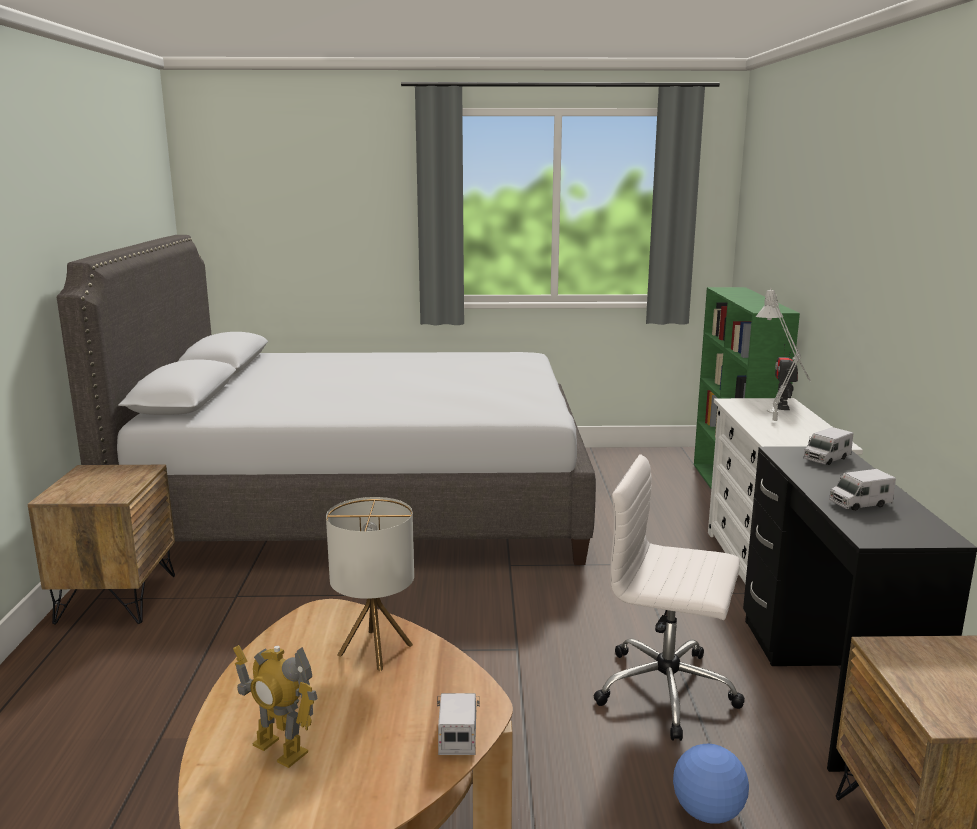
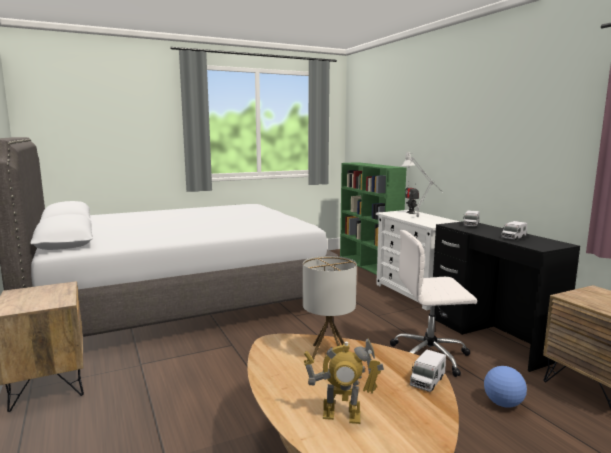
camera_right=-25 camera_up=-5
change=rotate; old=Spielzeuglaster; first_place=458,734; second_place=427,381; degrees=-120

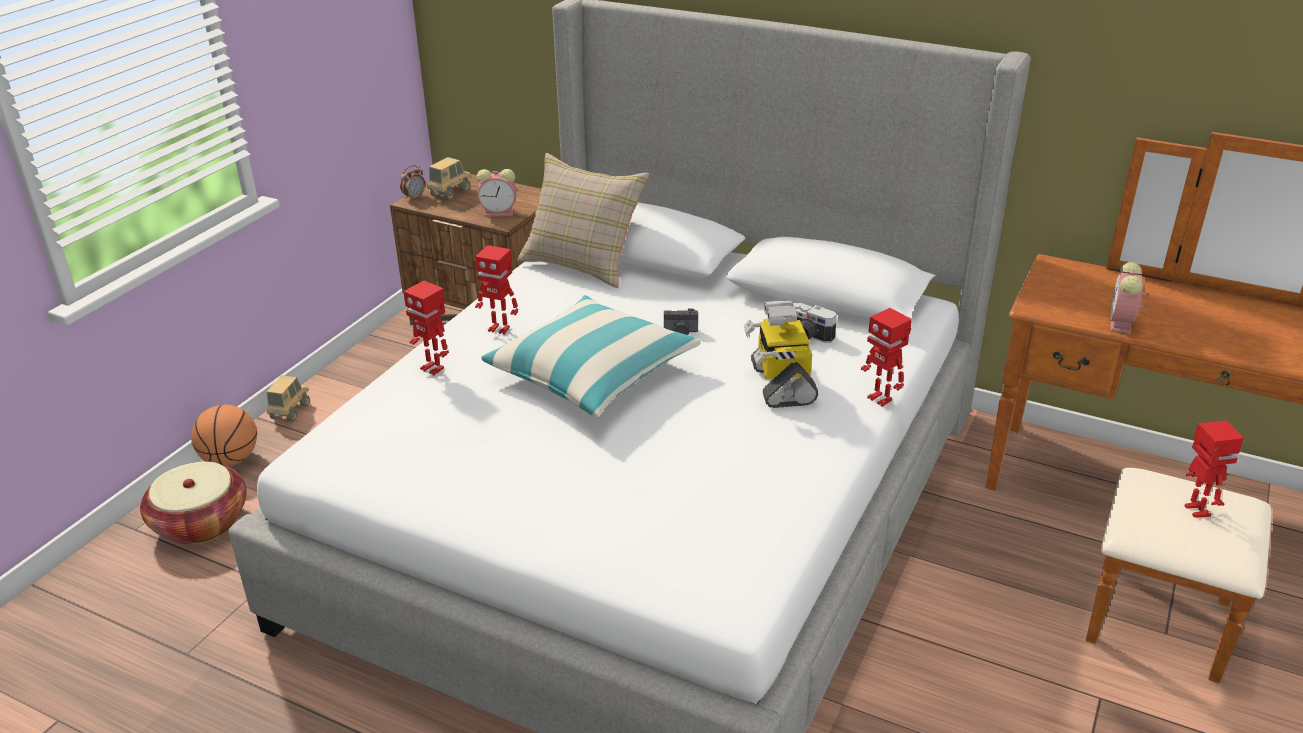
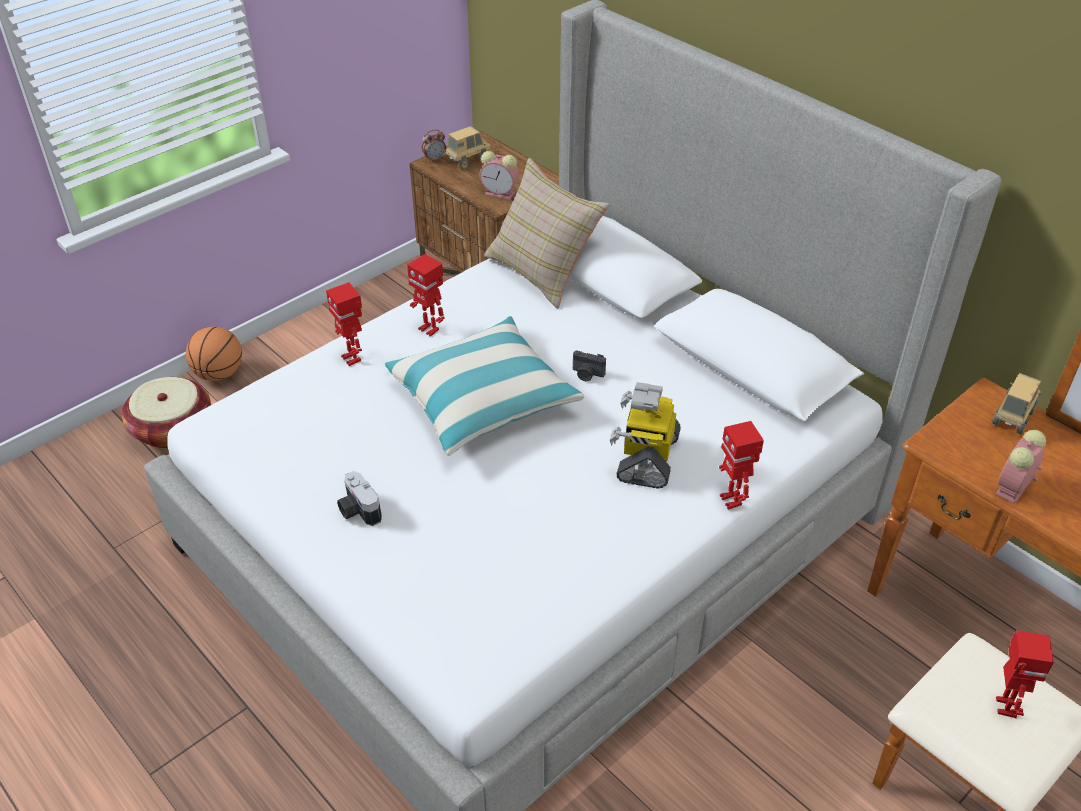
camera_right=20 camera_up=10
change=move; old=Kamera; first_place=808,336; second_place=357,510
change=move; old=Spielzeuglaster; first_place=290,412; second_place=1012,418

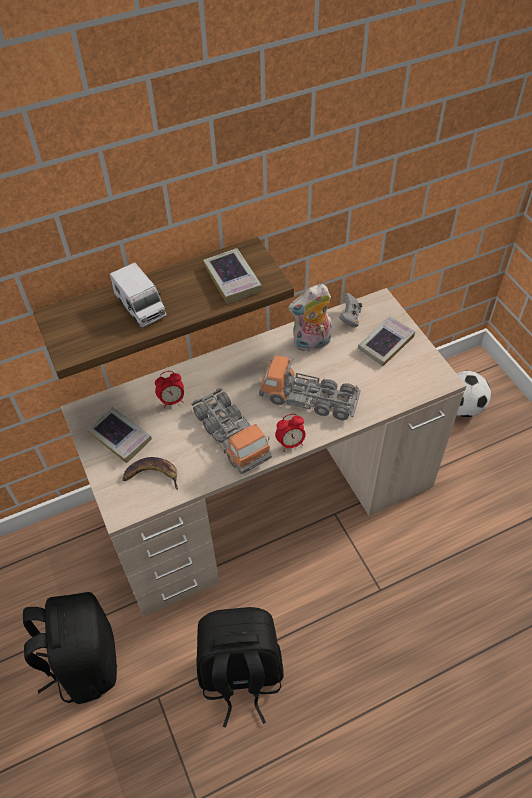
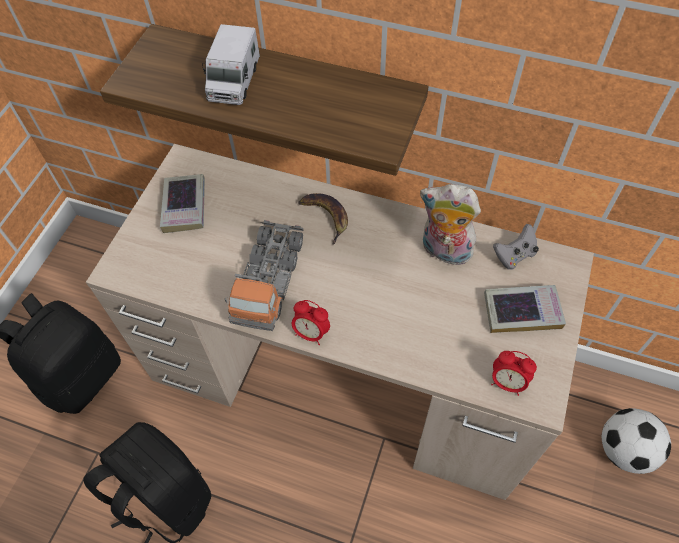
camera_right=45 camera_up=5
change=delete; old=Buch; first_place=232,279
change=delete; old=Spielzeuglaster; first_place=309,398
change=move; old=Wecker; first_place=172,401; second_place=507,382
change=move; old=Banane; first_place=152,475; second_place=326,217

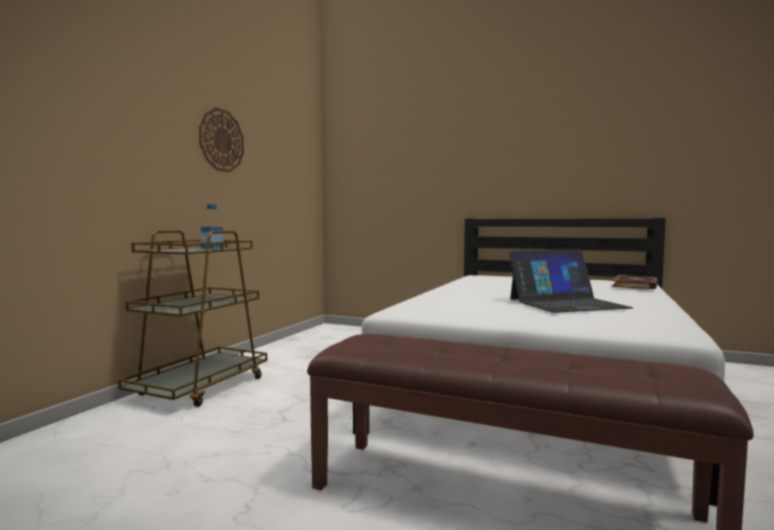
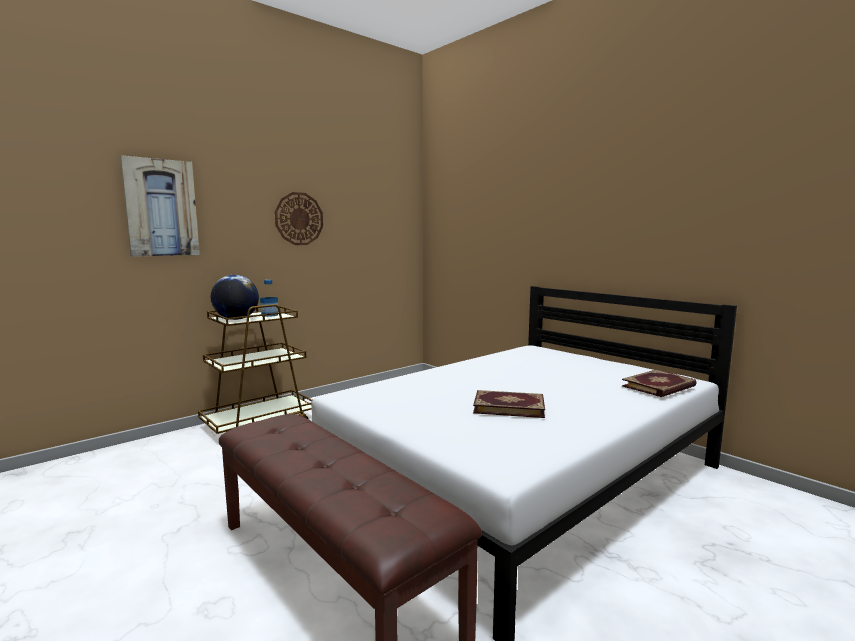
camera_right=25 camera_up=5
change=replace; old=Laptop; new=Buch; first_place=567,303; second_place=509,406
change=insert; new=Bild; second_place=161,208
change=insert; new=Globus; second_place=236,319

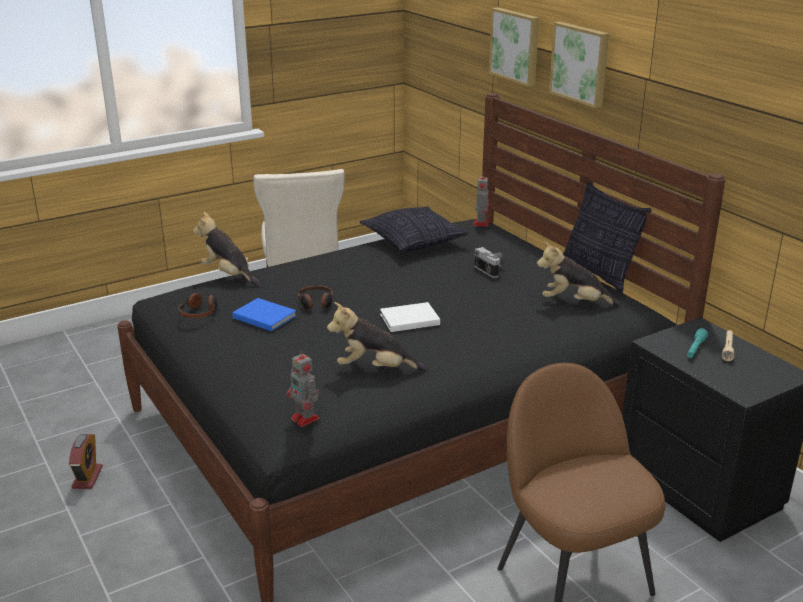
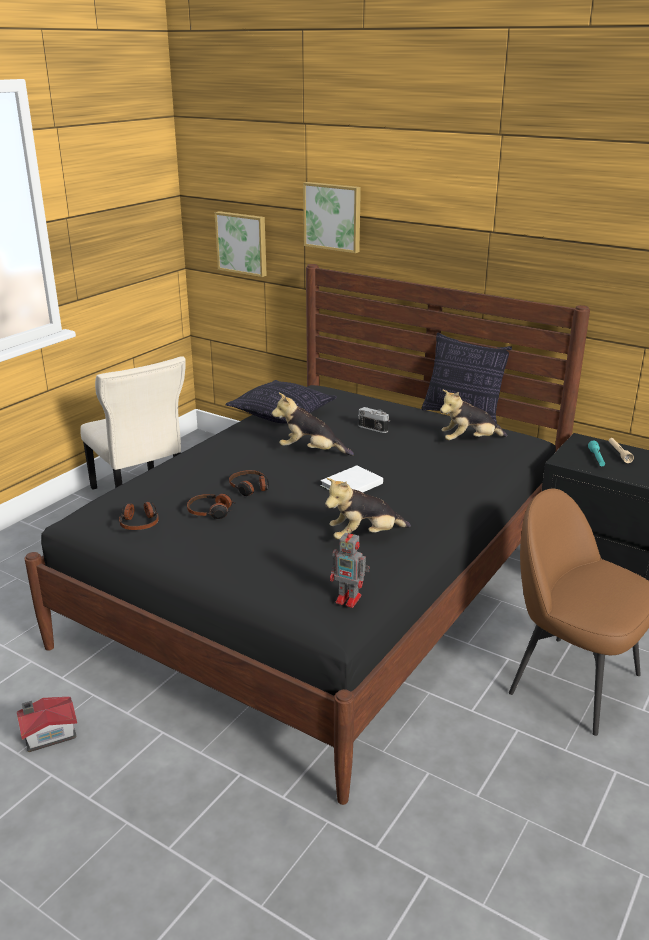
camera_right=-25 camera_up=0
change=move; old=Bild; first_place=581,63; second_place=242,243
change=delete; old=Spielzeugroboter; first_place=481,223
change=move; old=Plüschtier; first_place=229,275; second_place=311,451
change=replace; old=Buch (blau); new=Kopfhörer; first_place=264,316; second_place=211,512
change=replace; old=Wecker; new=Spielzeughaus; first_place=87,477; second_place=48,734

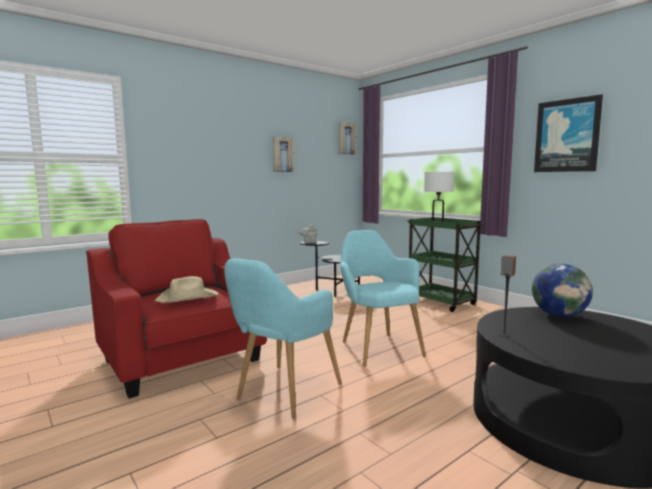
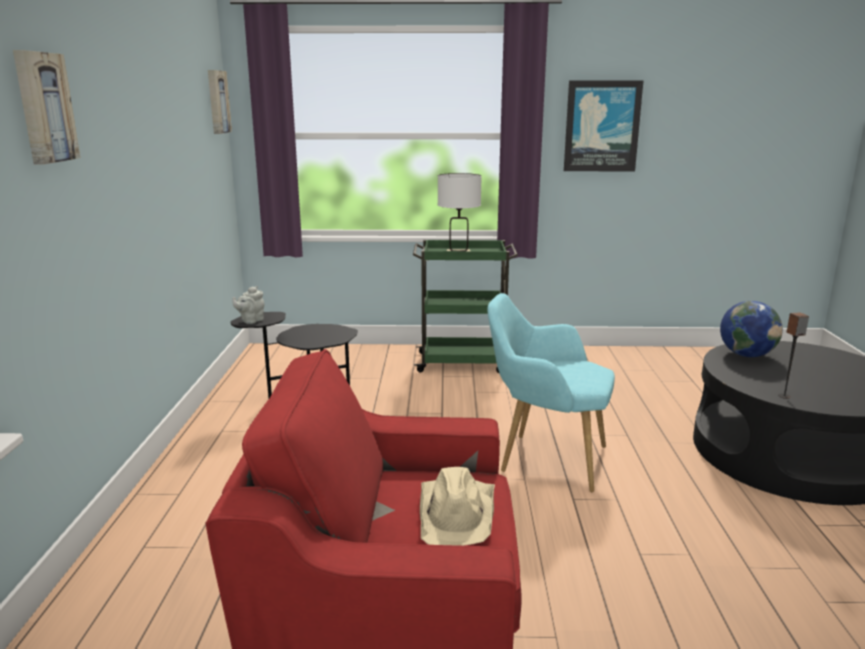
camera_right=-50 camera_up=10
change=move; old=Bild; first_place=282,154; second_place=43,108
change=delete; old=Sessel (türkis); first_place=283,394

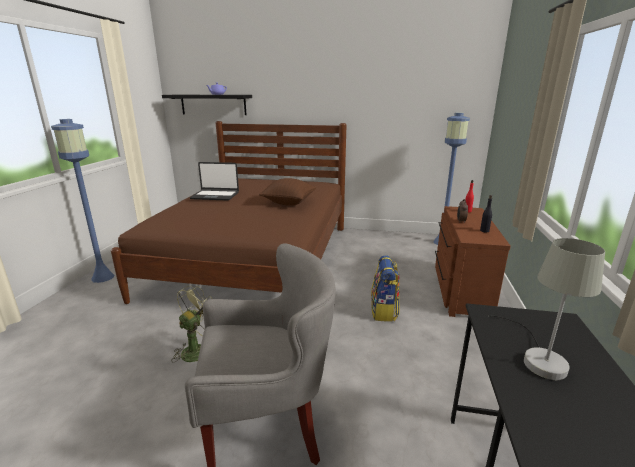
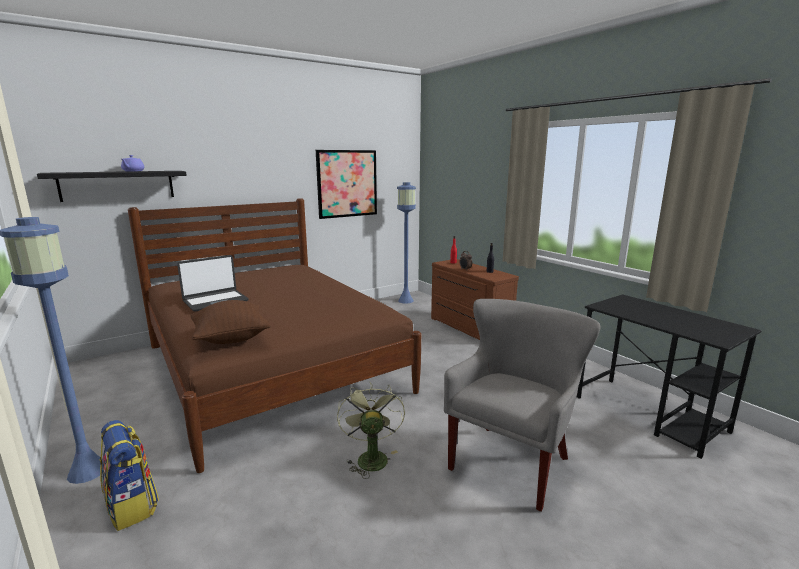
camera_right=-45 camera_up=-5
change=move; old=Kissen (braun); first_place=289,203; second_place=231,338
change=delete; old=Tischlampe (grau); first_place=538,357
change=move; old=Rucksack; first_place=384,311; second_place=133,506
change=insert; new=Bild; second_place=347,183

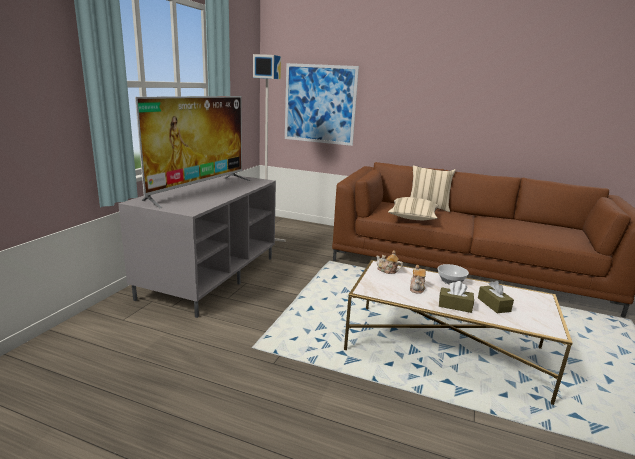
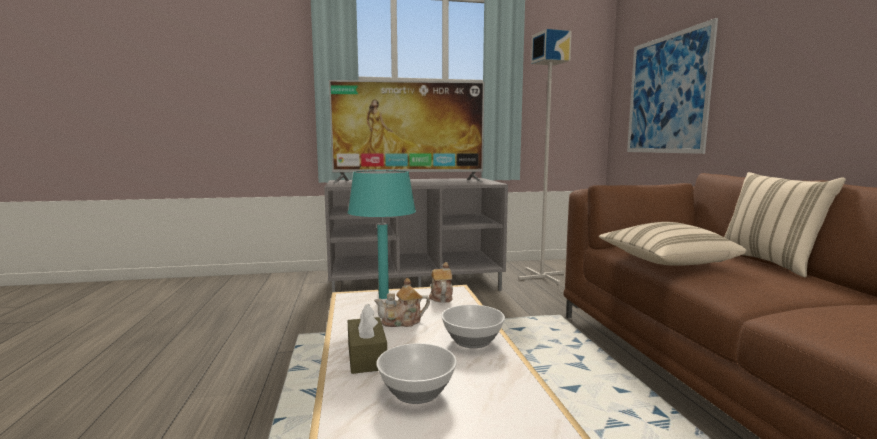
camera_right=60 camera_up=-10
change=replace; old=Taschentuchbox (braun); new=Schüssel; first_place=493,304; second_place=416,392
change=insert; new=Tischlampe (türkis); second_place=383,297

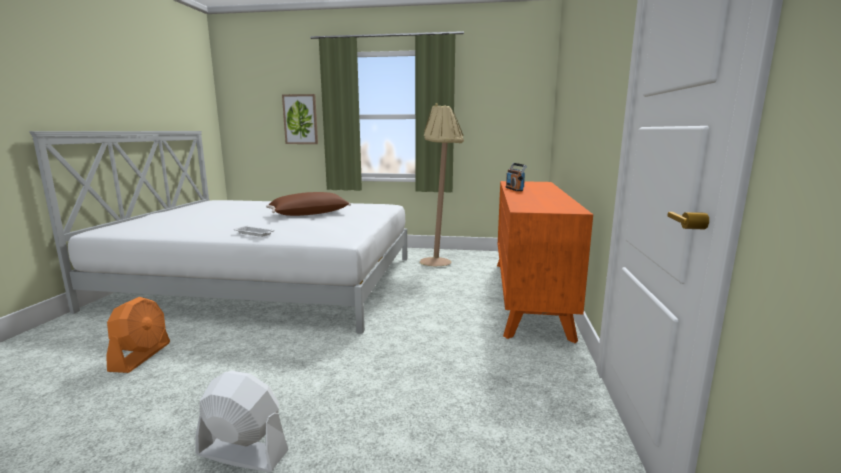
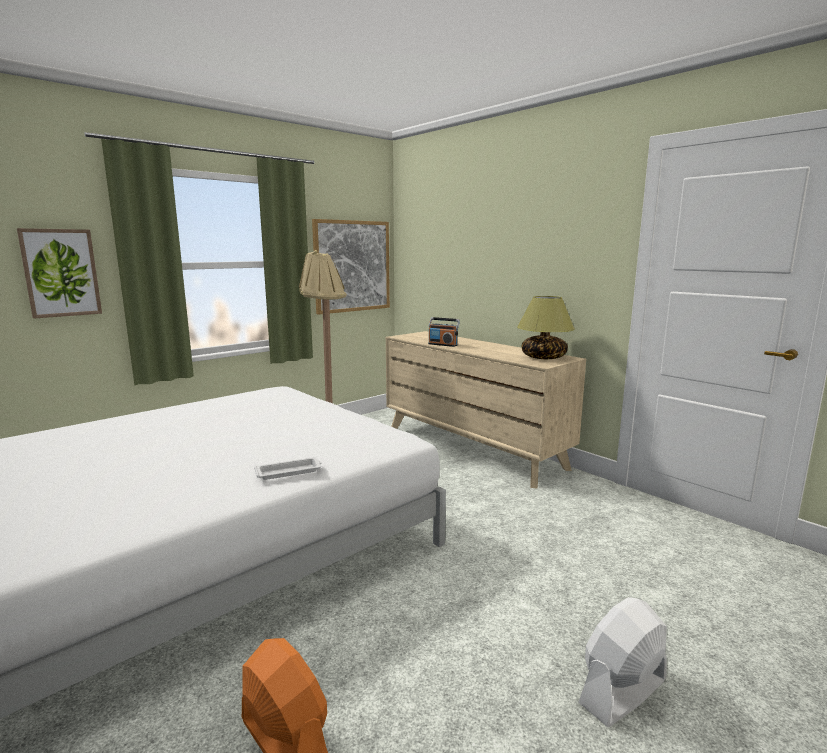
camera_right=-50 camera_up=0
change=recolor; old=Kommode (orange); new=Kommode (beige); first_place=529,295; second_place=472,448
change=delete; old=Kissen (braun); first_place=310,215
change=insert; new=Bild; second_place=352,266
change=insert; new=Tischlampe; second_place=543,357

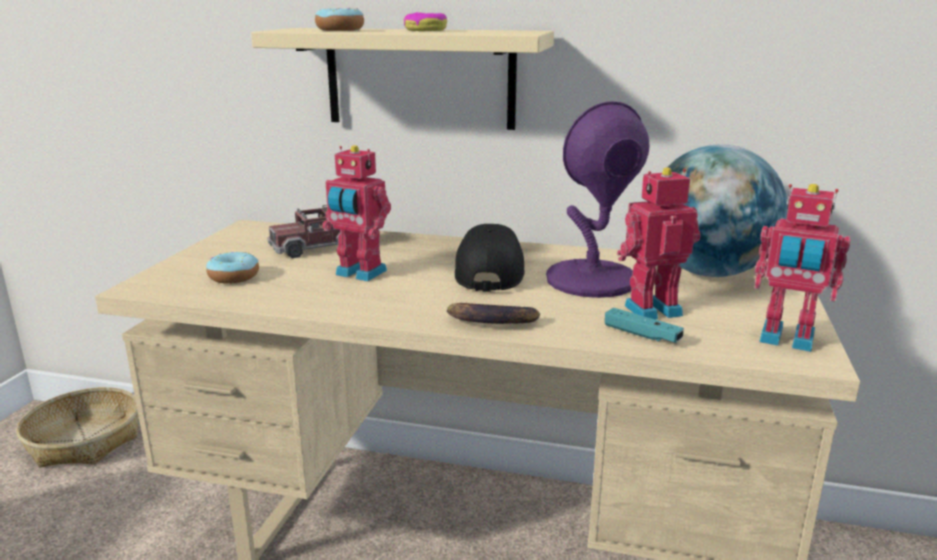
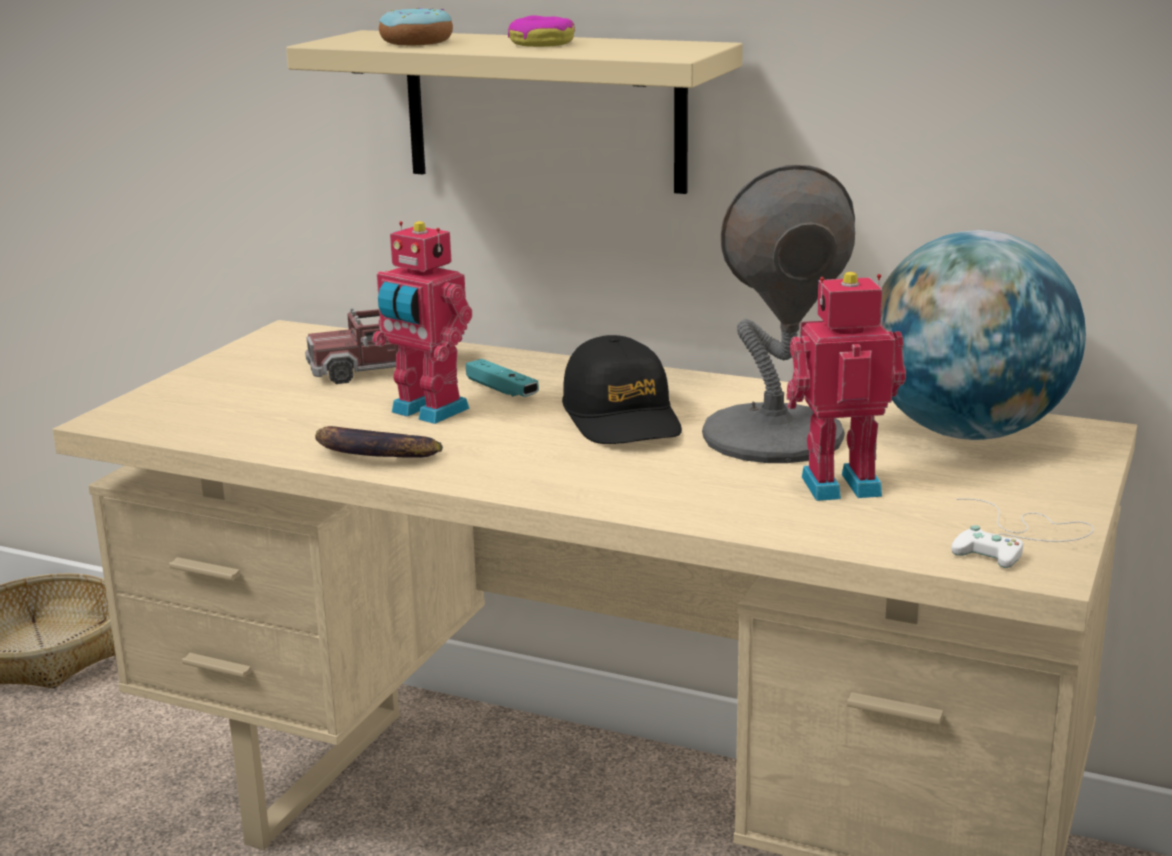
camera_right=10 camera_up=0
change=recolor; old=Tischlampe (lila); new=Tischlampe (grau); first_place=590,280; second_place=771,437
change=replace; old=Spielzeugroboter; new=Gamepad (weiß); first_place=786,340; second_place=1018,539
change=rotate; old=Kappe (schwarz); first_place=489,272; second_place=622,418; degrees=150
change=delete; old=Donut; first_place=234,277
change=move; old=Banane; first_place=489,322; second_place=372,455
change=move; old=Gamepad (türkis); first_place=642,335; second_place=502,390

